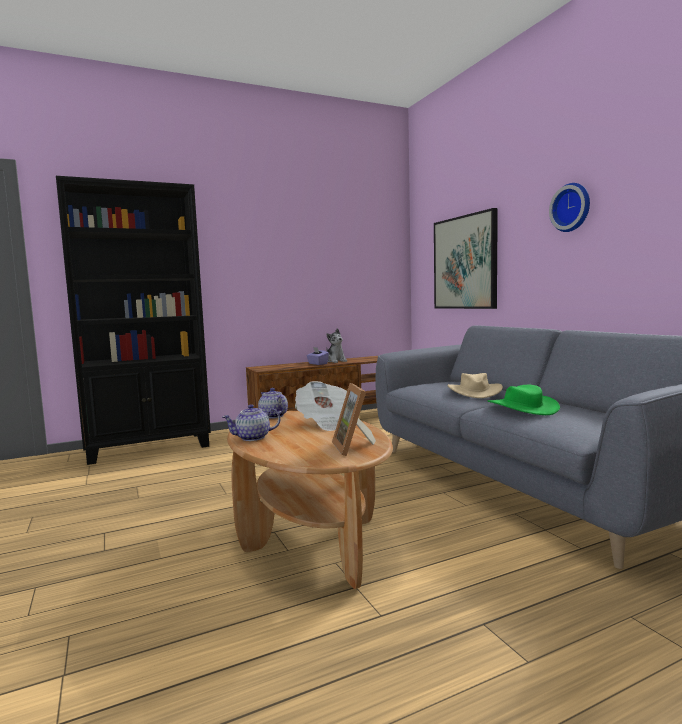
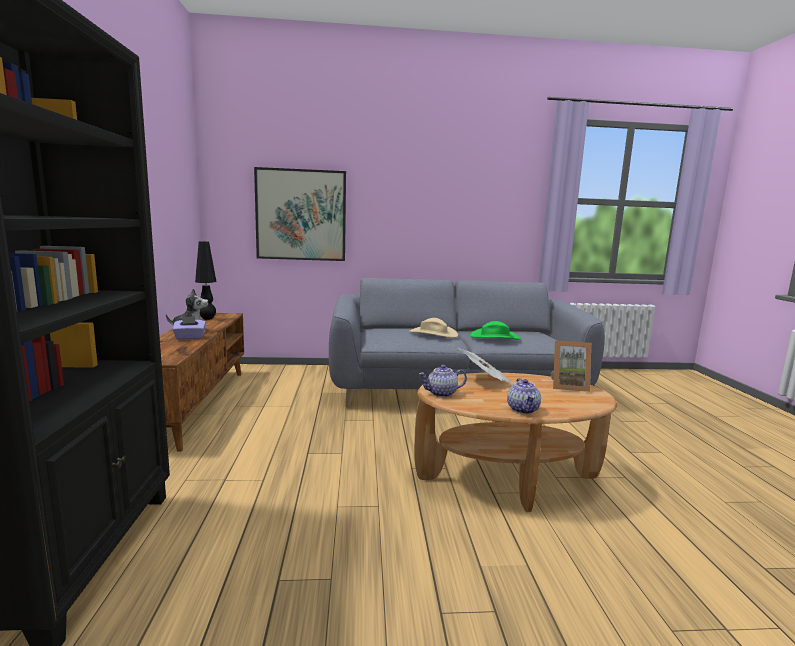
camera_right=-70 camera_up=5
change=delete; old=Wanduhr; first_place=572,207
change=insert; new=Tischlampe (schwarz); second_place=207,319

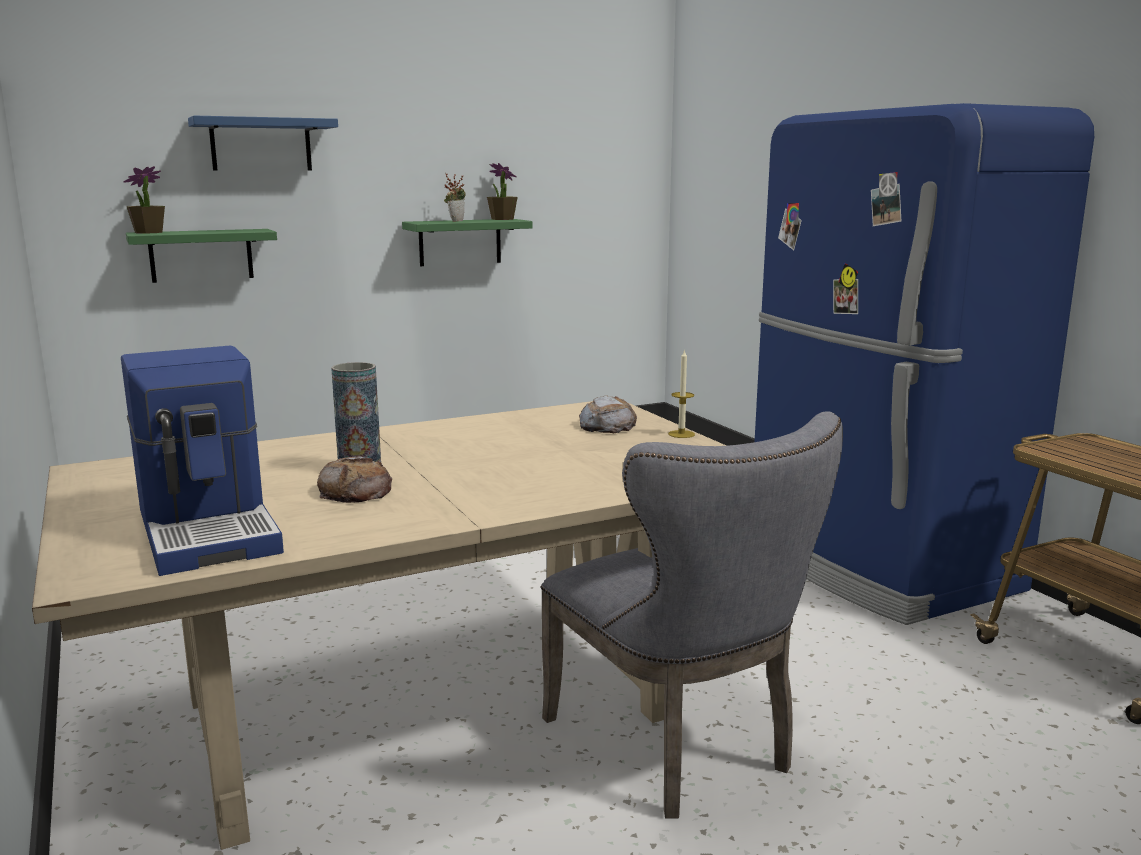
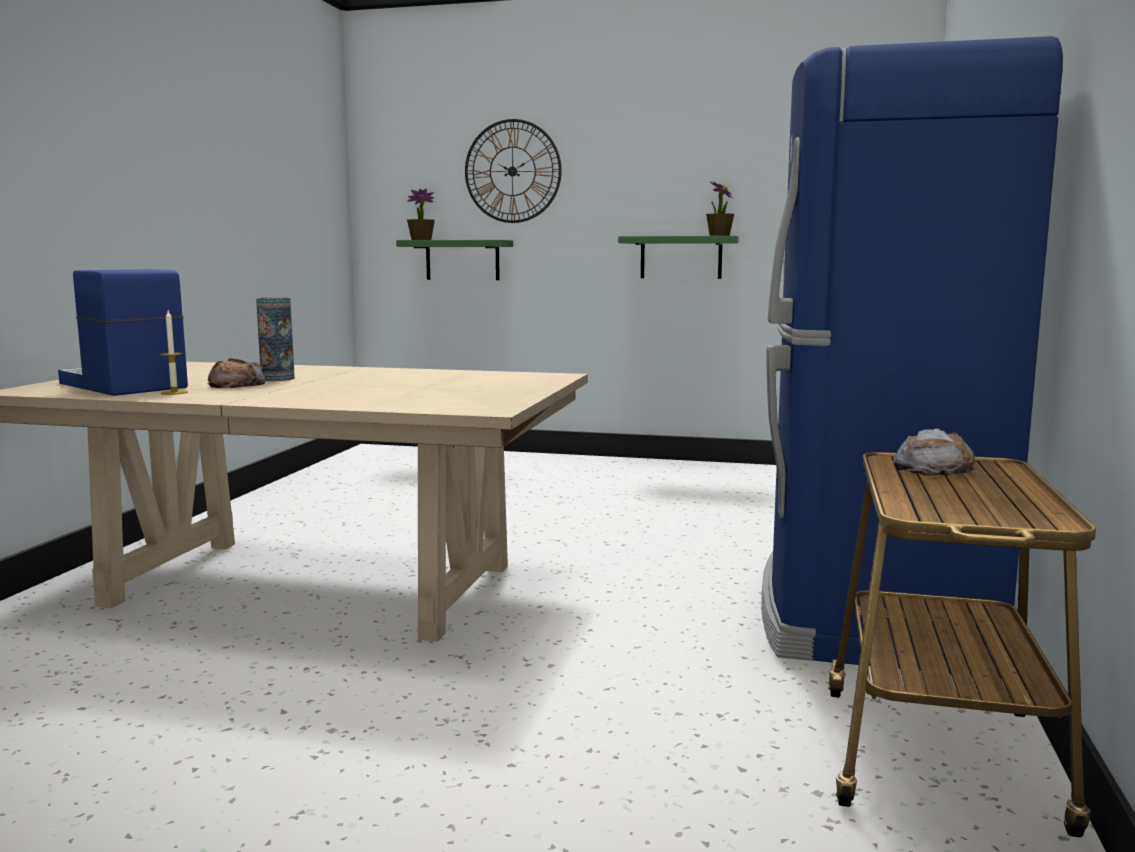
camera_right=40 camera_up=-5
change=replace; old=Wandregal (blau); new=Wanduhr; first_place=261,145; second_place=512,171
change=delete; old=Topfpflanze; first_place=456,221
change=rotate; old=Kaffeemaschine; first_place=210,529; second_place=121,386; degrees=120
change=move; old=Kerze; first_place=681,434; second_place=174,392
change=move; old=Brot; first_place=607,425; second_place=933,468
change=delete; old=Stuhl (grau); first_place=680,748

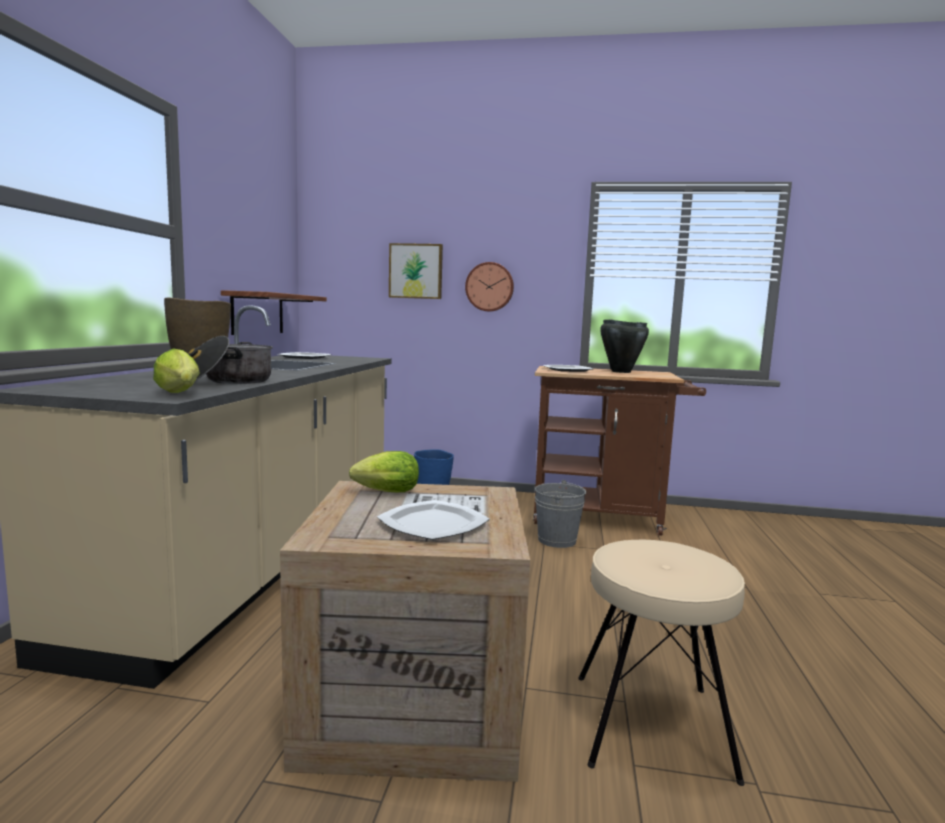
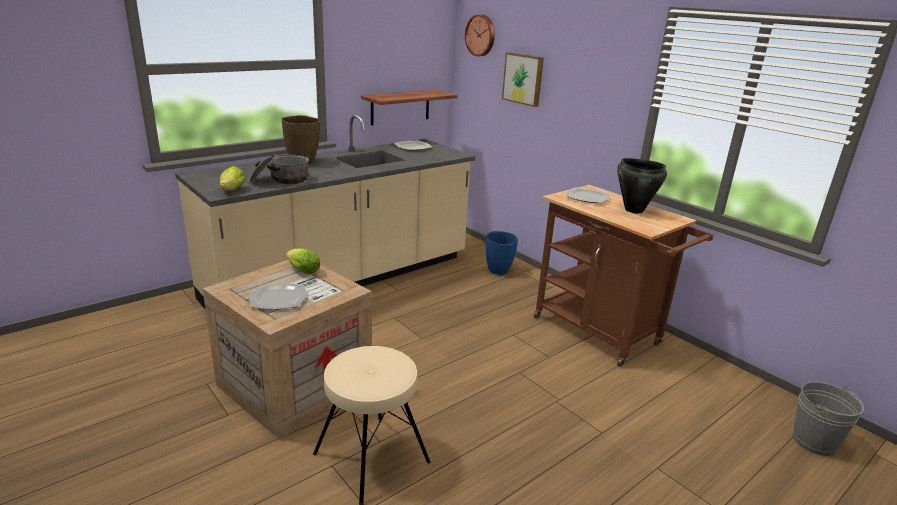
camera_right=40 camera_up=15
change=move; old=Wanduhr; first_place=489,287; second_place=481,35
change=move; old=Eimer (grau); first_place=557,540; second_place=814,441

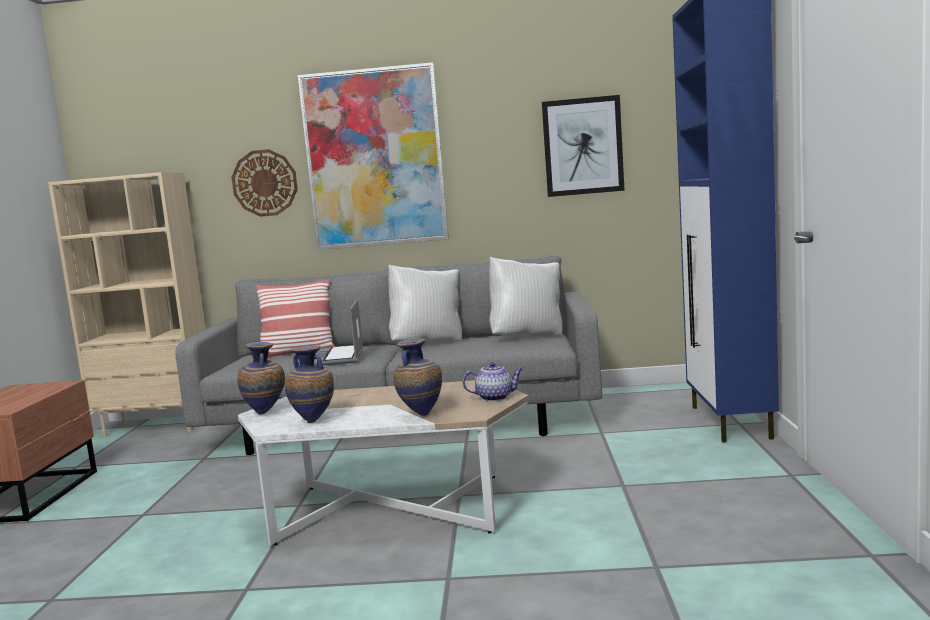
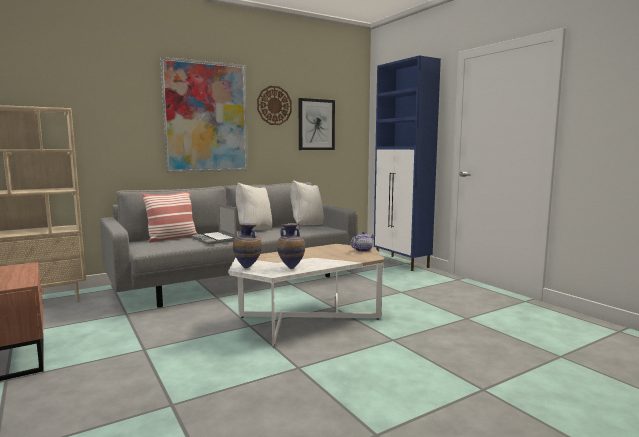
camera_right=-35 camera_up=0
change=move; old=Wanduhr; first_place=265,183; second_place=274,105
change=delete; old=Vase; first_place=420,415

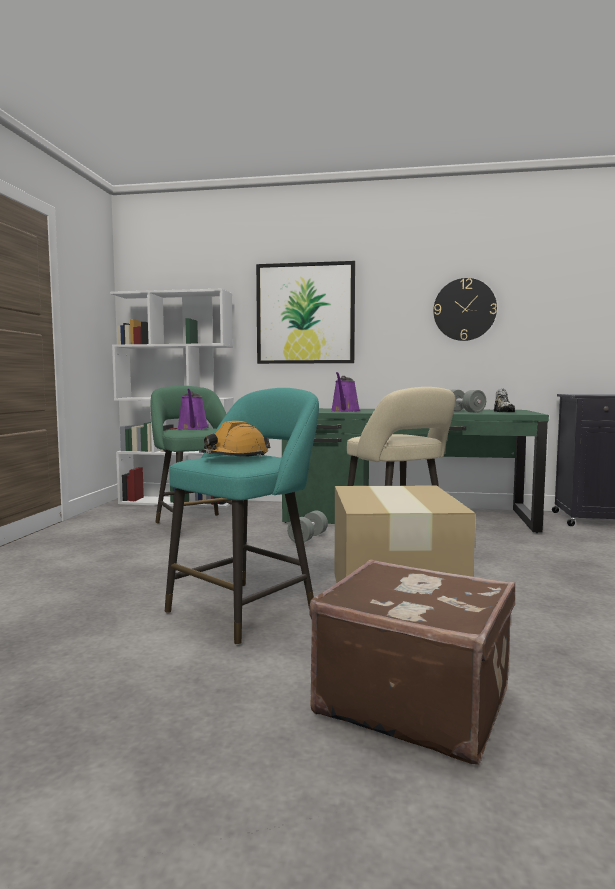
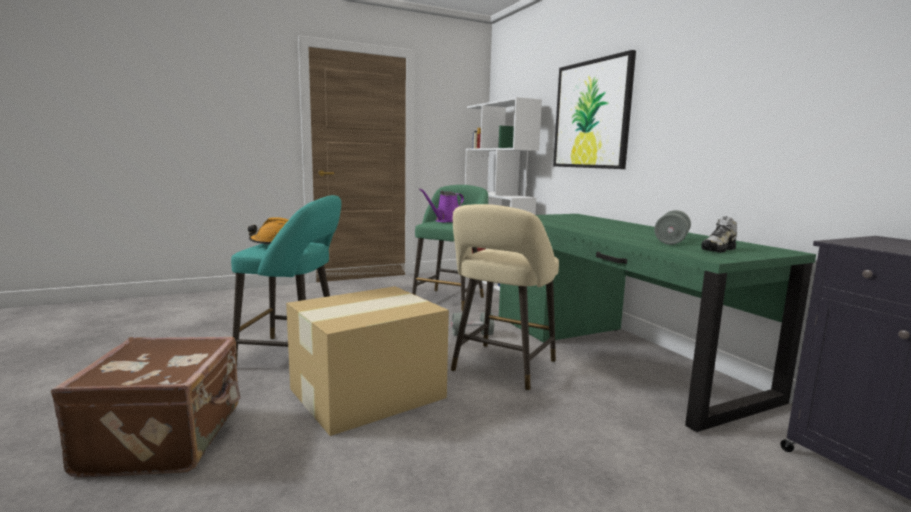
camera_right=55 camera_up=5
change=delete; old=Wanduhr; first_place=464,309
change=delete; old=Gießkanne (lila); first_place=344,411

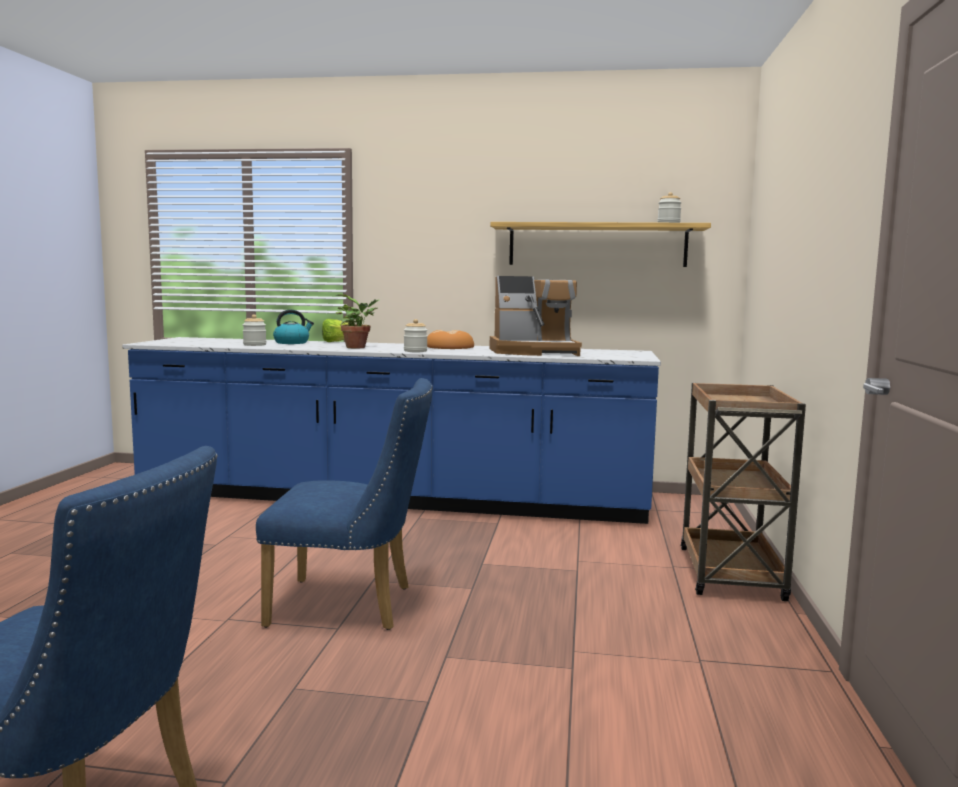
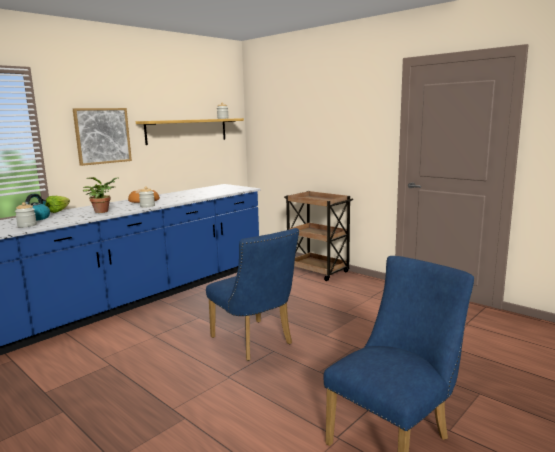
camera_right=-55 camera_up=5
change=delete; old=Kaffeemaschine; first_place=534,352
change=rotate; old=Stuhl (blau); first_place=352,606; second_place=255,343; degrees=105
change=insert; new=Bild; second_place=102,136

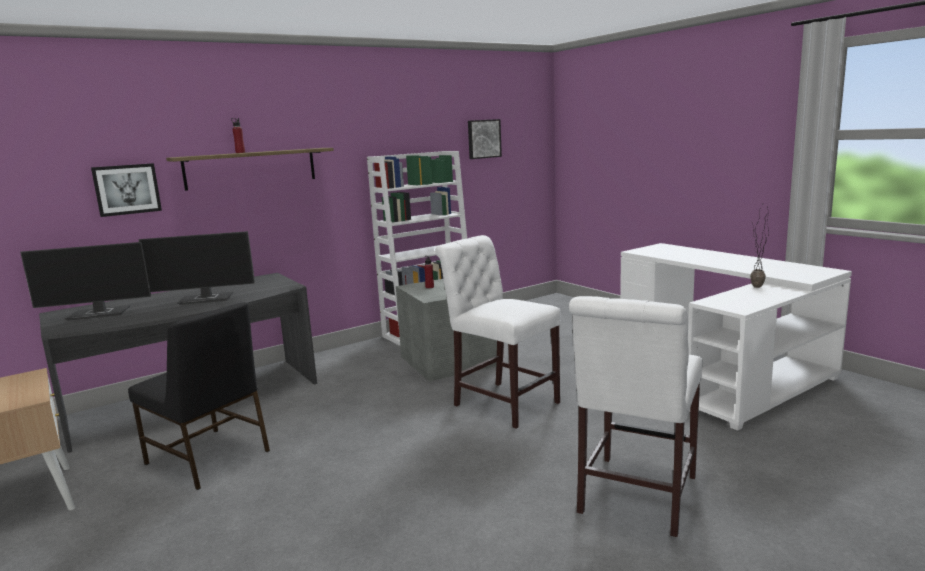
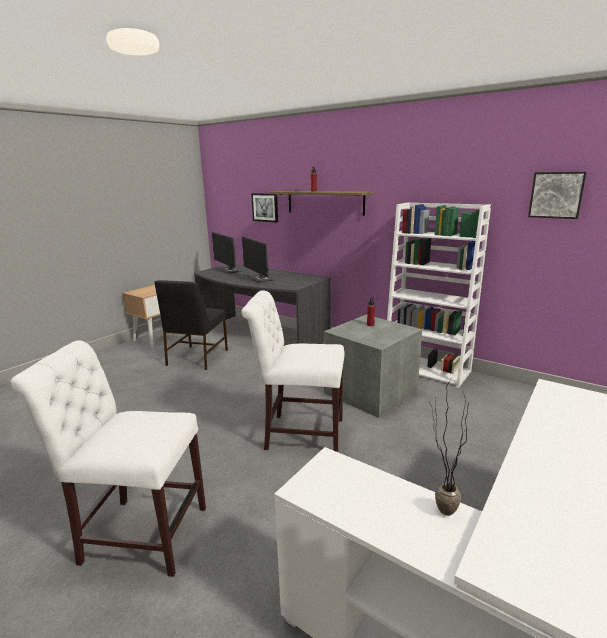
camera_right=70 camera_up=5
change=rotate; old=Stuhl (weiß); first_place=502,402; second_place=299,433; degrees=-105

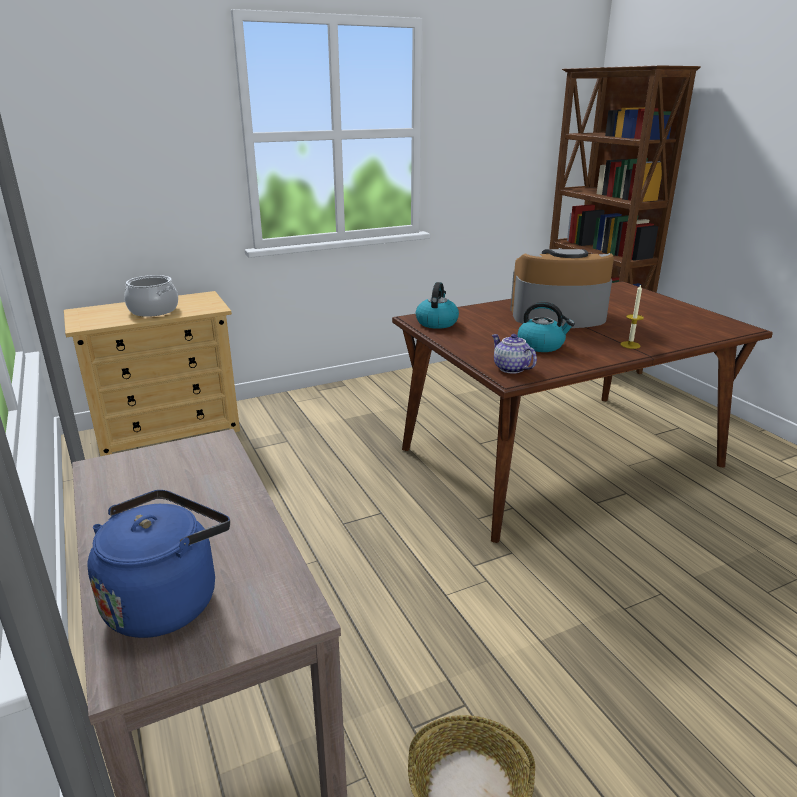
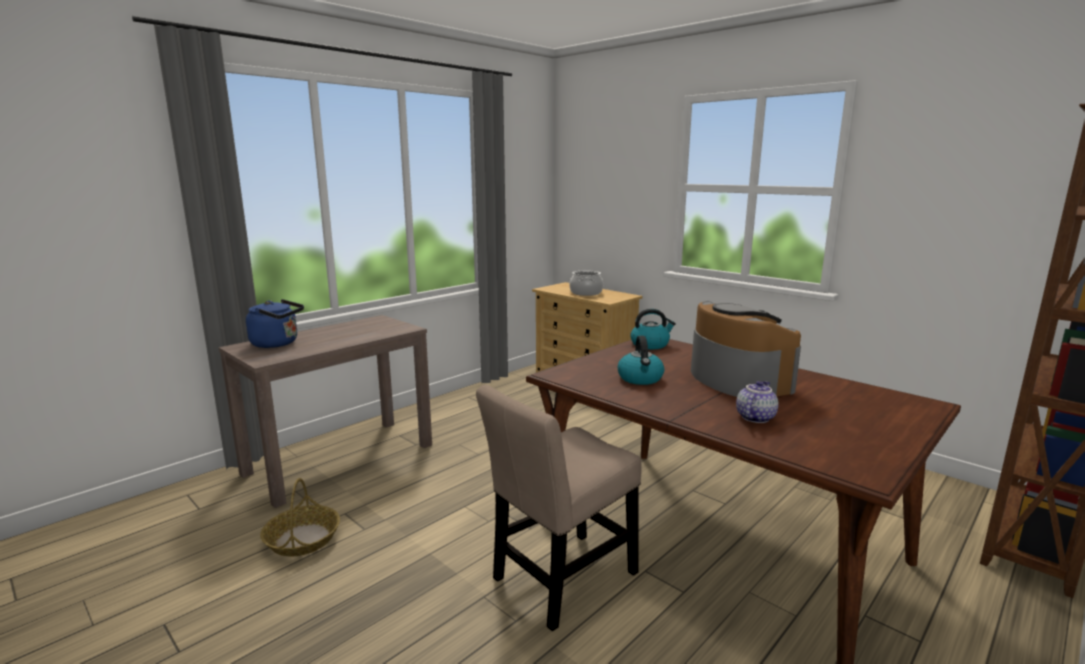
camera_right=70 camera_up=-10
change=delete; old=Kerze; first_place=630,345
change=move; old=Teekanne; first_place=510,369; second_place=754,417
change=insert; new=Stuhl (beige); second_place=560,580

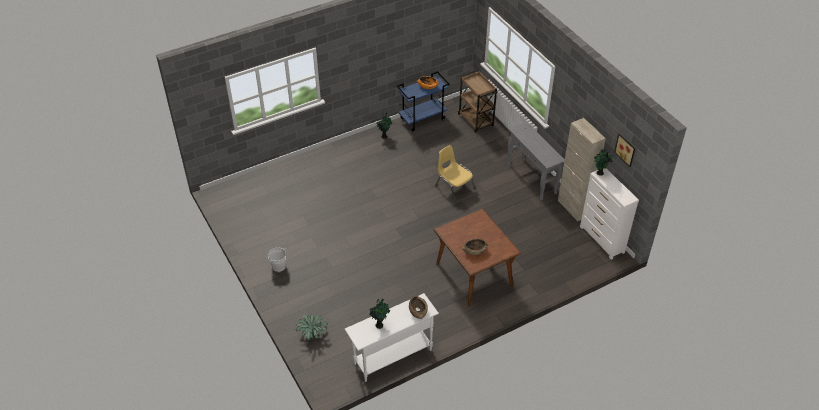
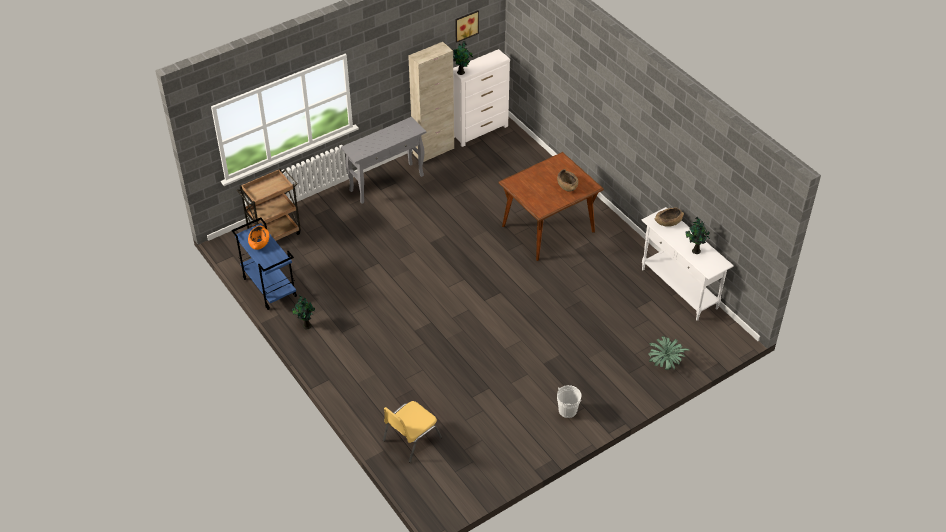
camera_right=-95 camera_up=0
change=move; old=Stuhl (gelb); first_place=454,187; second_place=411,439

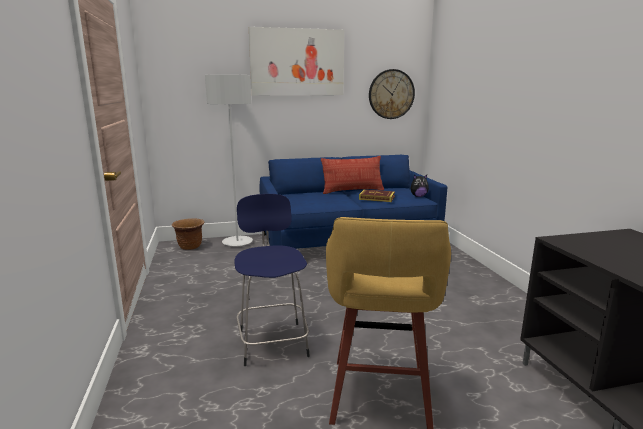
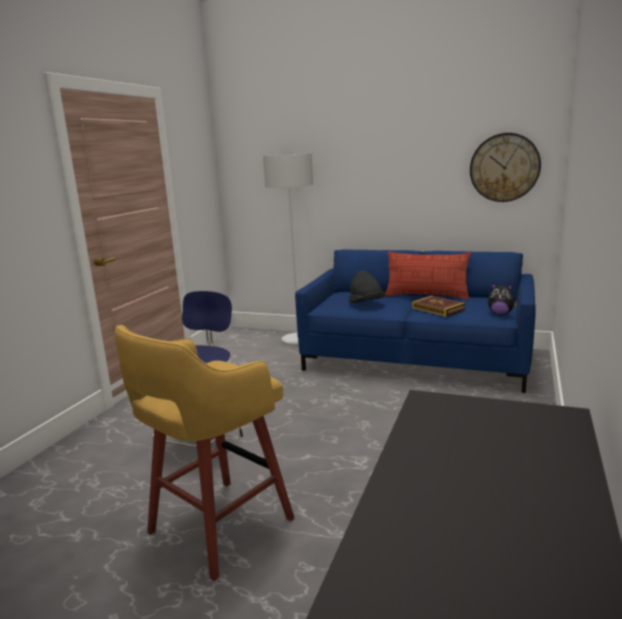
camera_right=35 camera_up=0
change=delete; old=Bild; first_place=297,62
change=delete; old=Pflanzkübel (braun); first_place=190,247
change=insert; new=Hut (schwarz); second_place=366,304

